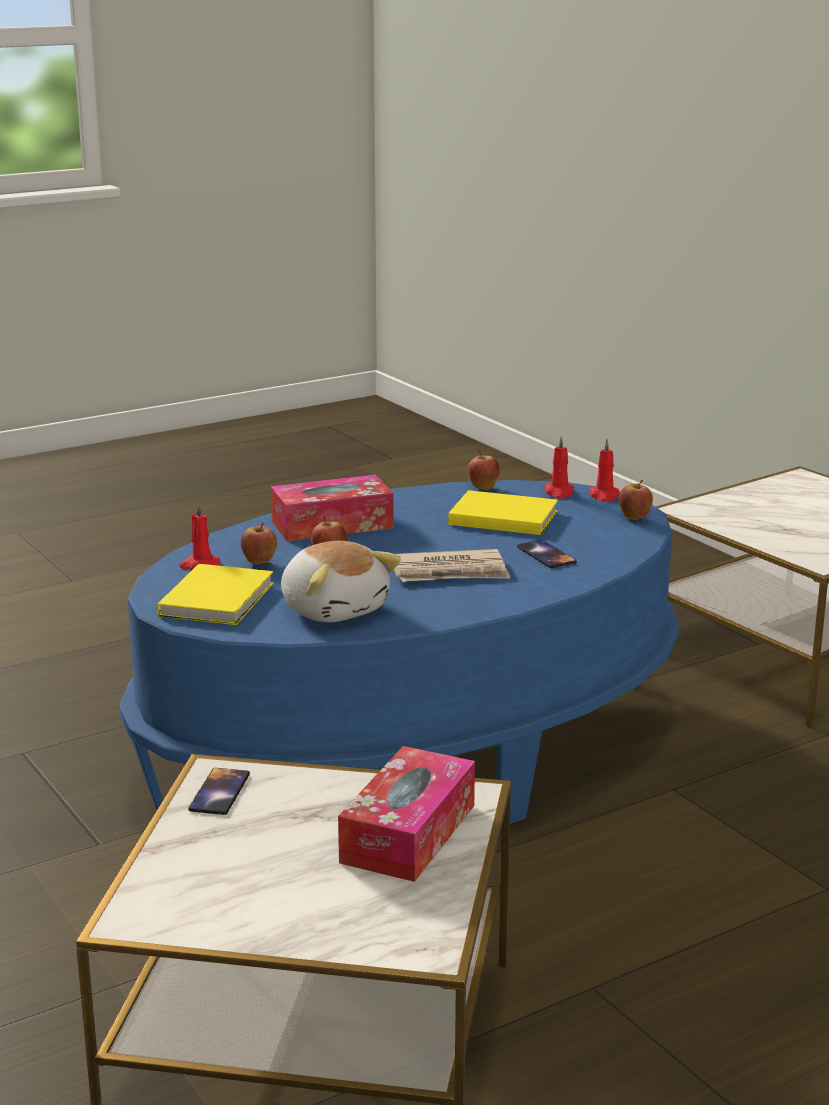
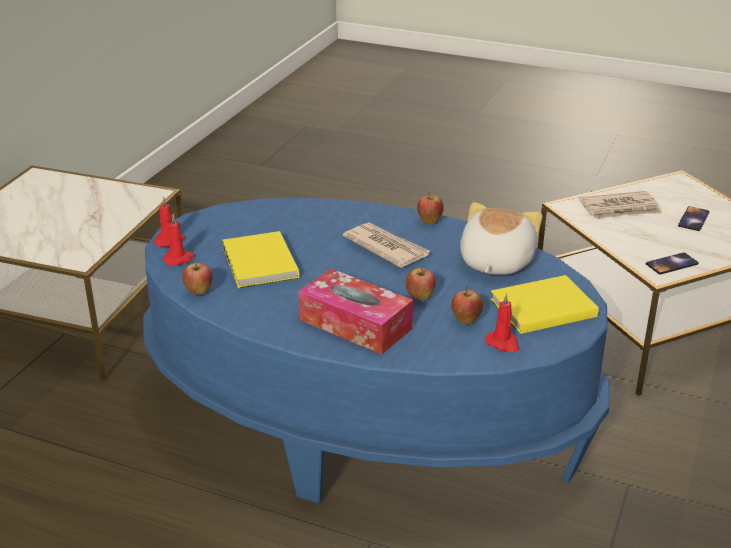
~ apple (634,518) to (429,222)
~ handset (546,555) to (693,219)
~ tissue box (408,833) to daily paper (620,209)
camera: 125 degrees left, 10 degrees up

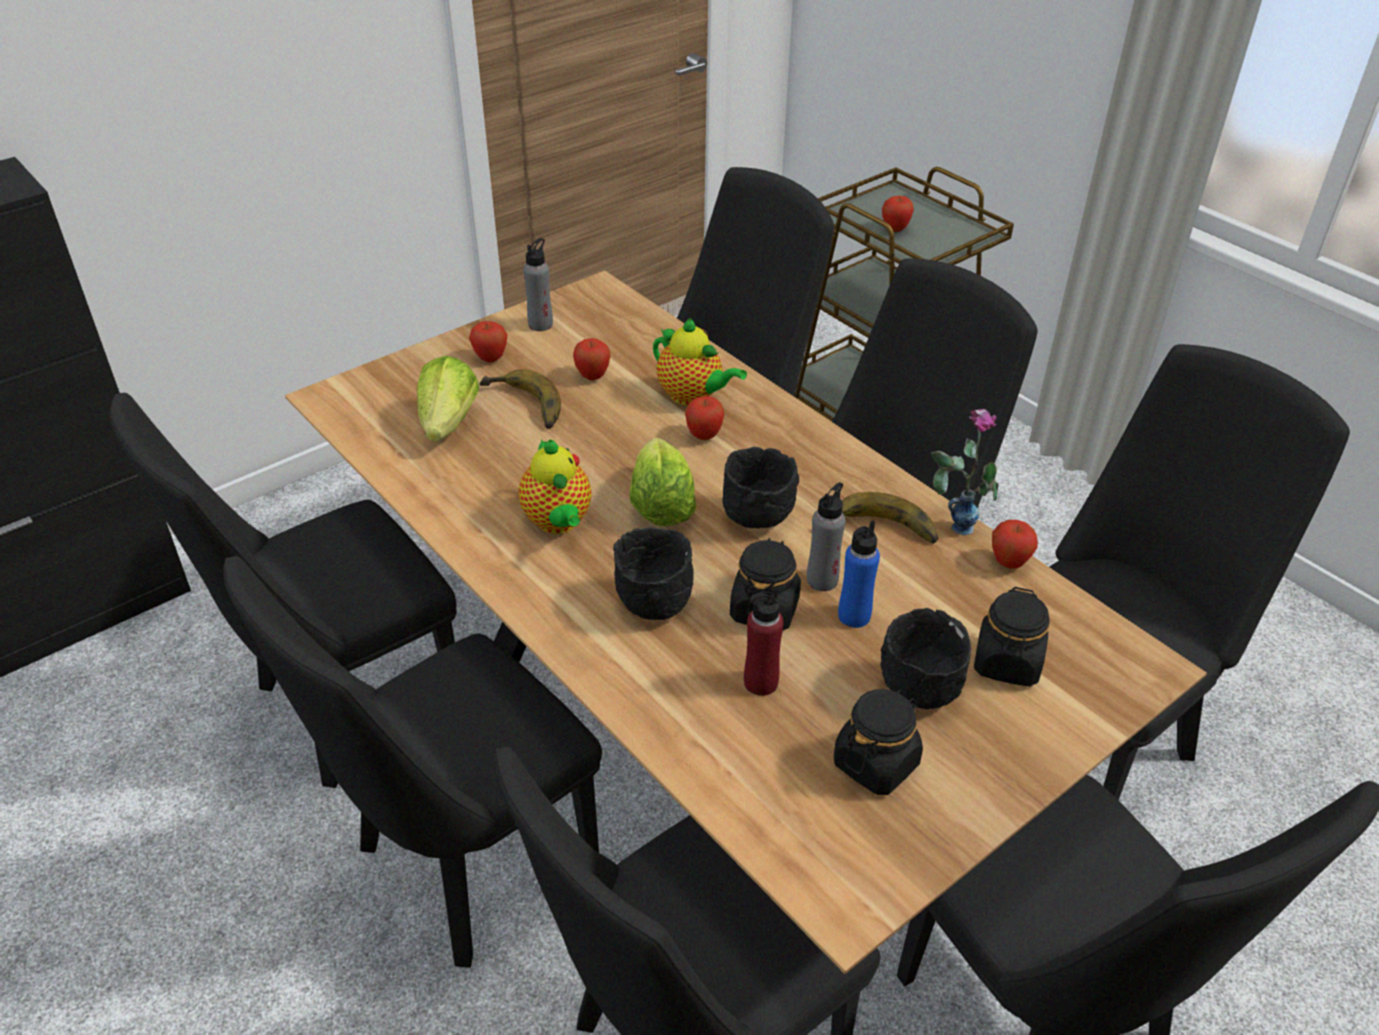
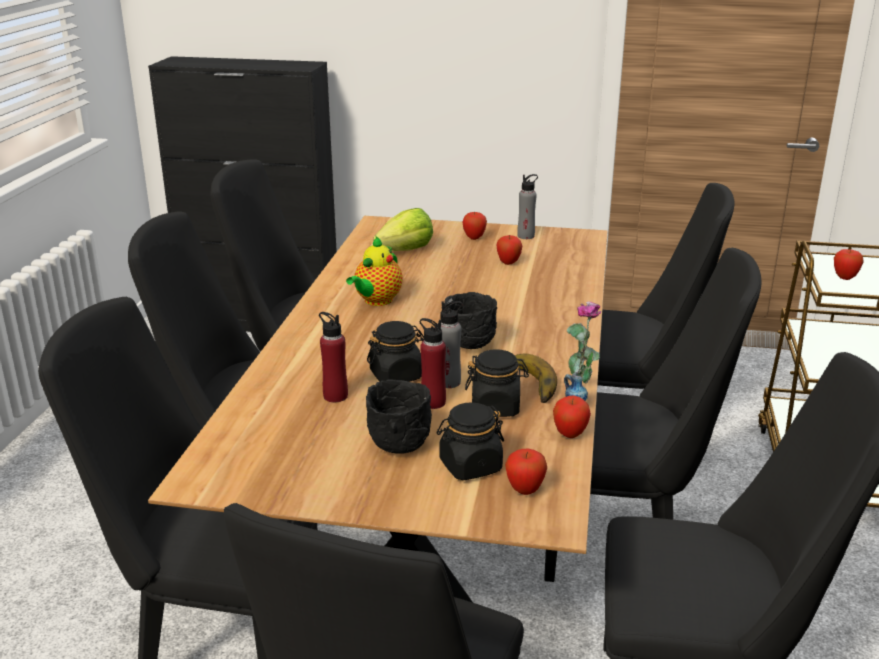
- pot for tea (693,397)
- banana fruit (521,407)
~ apple (704,436) to (525,490)
- lettuce head (661,505)
~ drink bottle/blue (854,616) to drink bottle/reddish (433,402)
- deep dish/blackish (655,603)
~ preserve jar/blackish (876,763) to (496,407)
camera: 50 degrees right, 15 degrees down

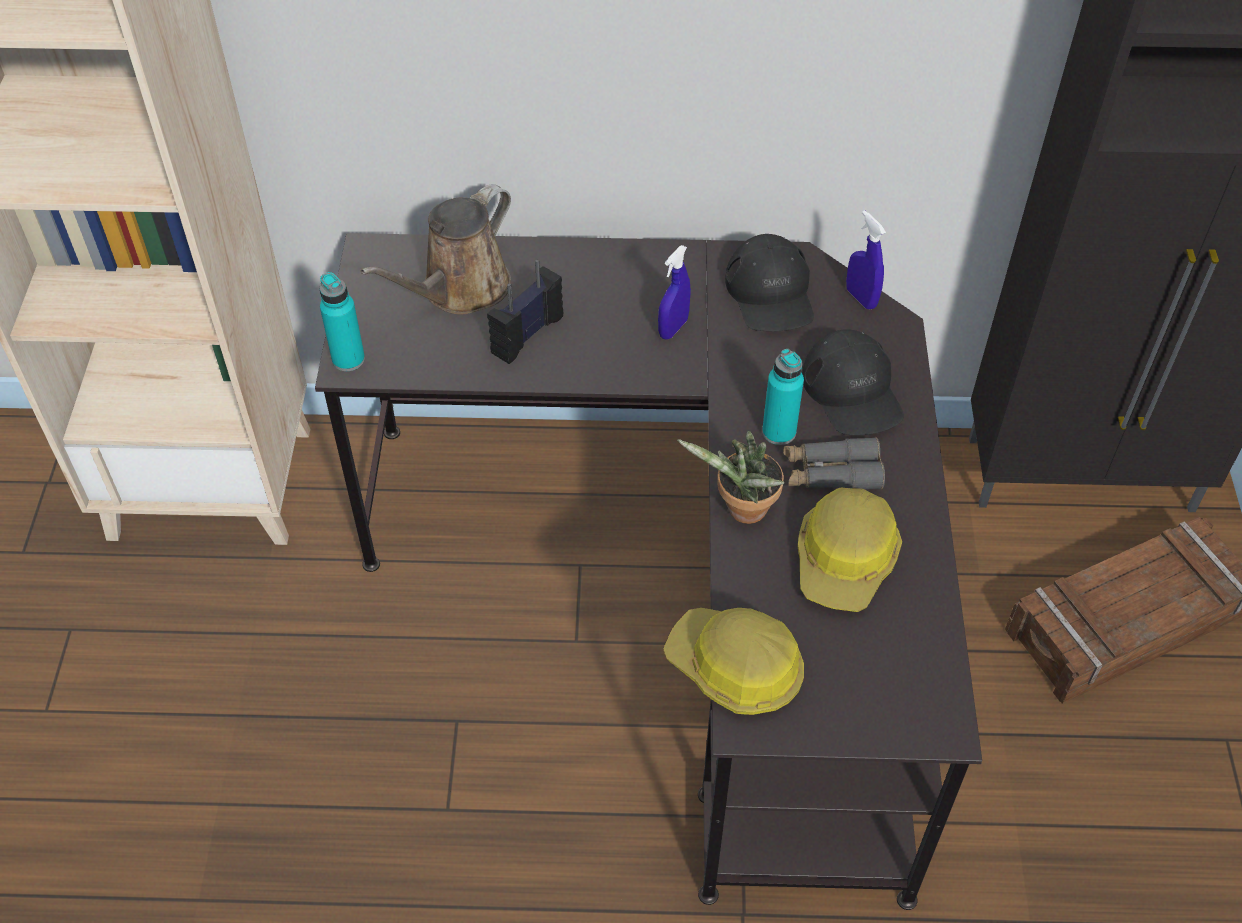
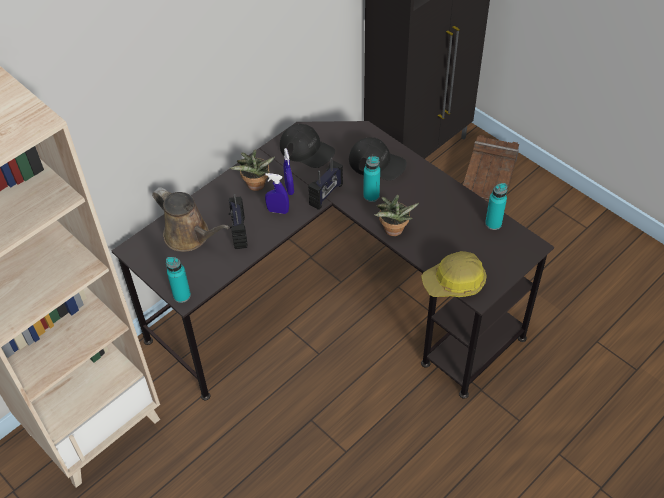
~ watering can/brown (459,290) = (190,236) 45 degrees counterclockwise
~ hand sprayer/blue (861,298) to (278,211)
- field glasses/grey (831,473)
- safety helmet (846,560)
+ plant in a pot (255,186)
+ radio (326,194)
+ drink bottle/turquoise-coloured (493,223)
camera: 45 degrees left, 0 degrees up

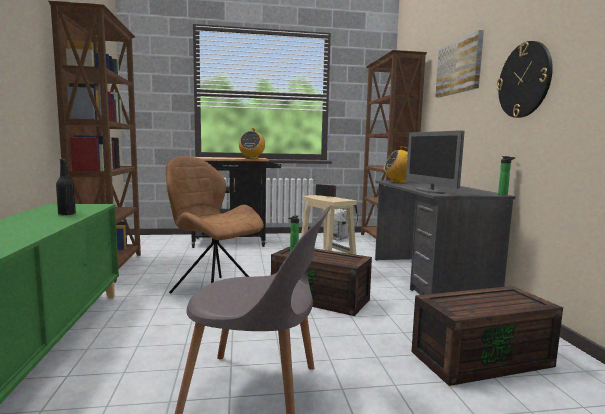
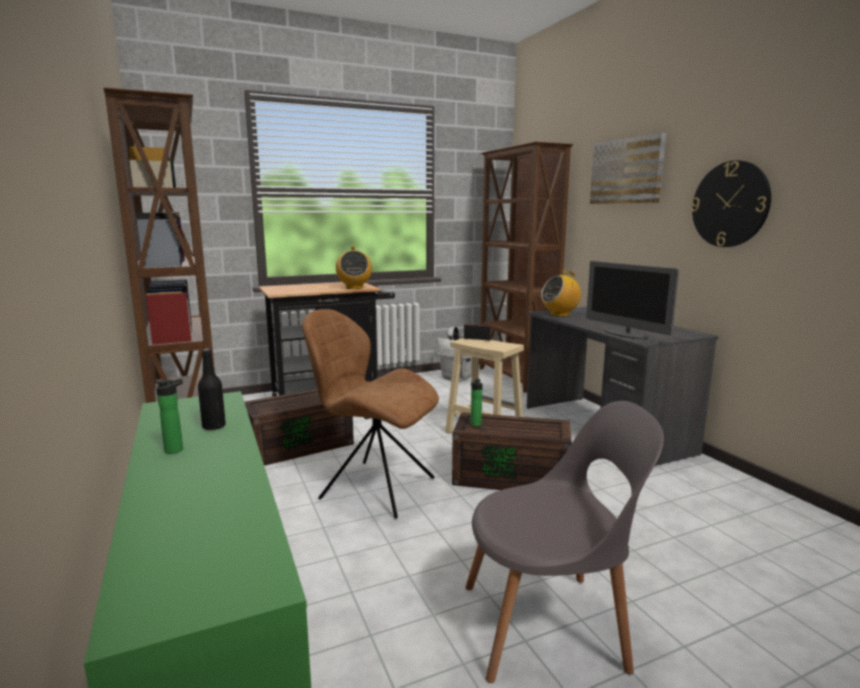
~ drink bottle (504,195) to (177,450)
~ storage bin/brown (481,358) to (300,445)
camera: 15 degrees left, 5 degrees up

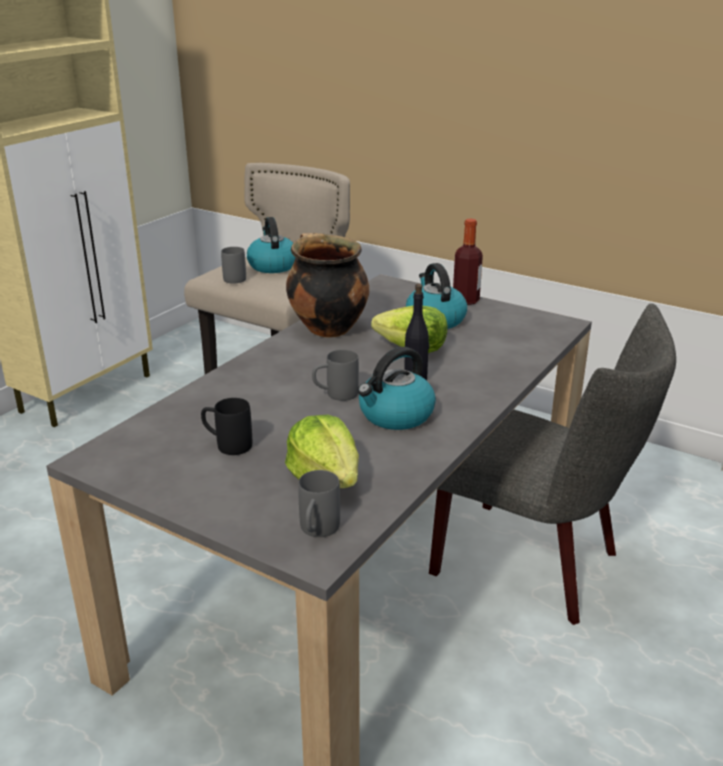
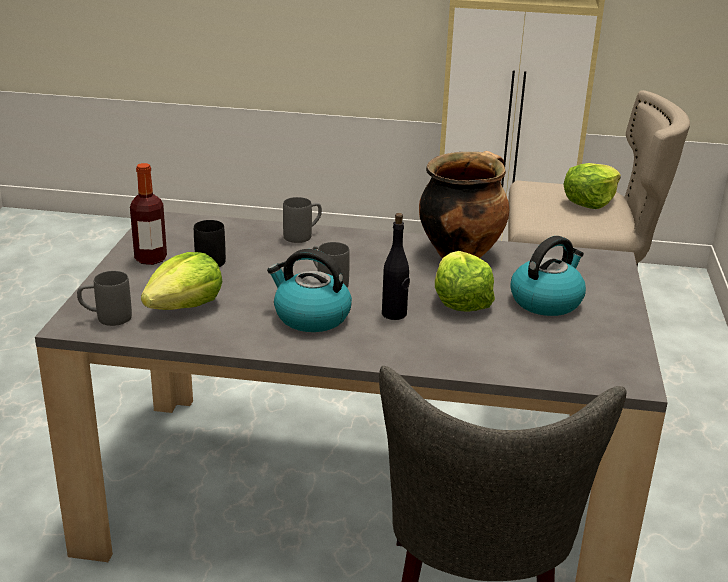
~ tea kettle (272,265) to lettuce head (589,201)
~ drink bottle (465,301) to (151,259)
~ coffee mug/grey (234,277) to (303,235)
camera: 65 degrees right, 0 degrees up

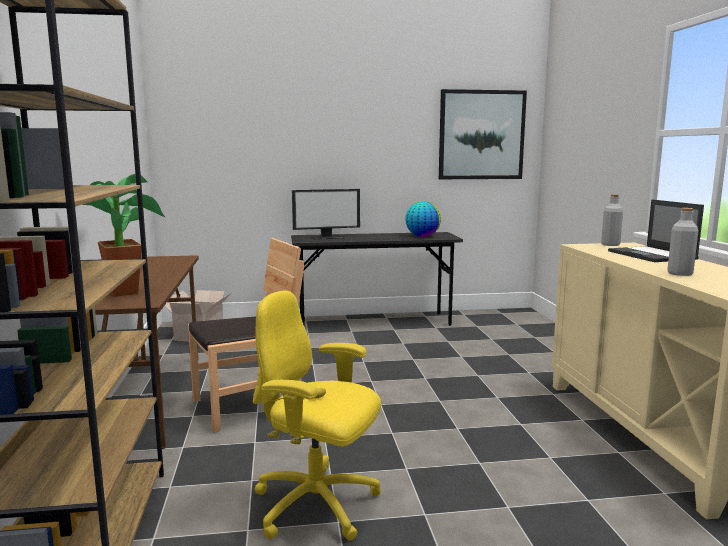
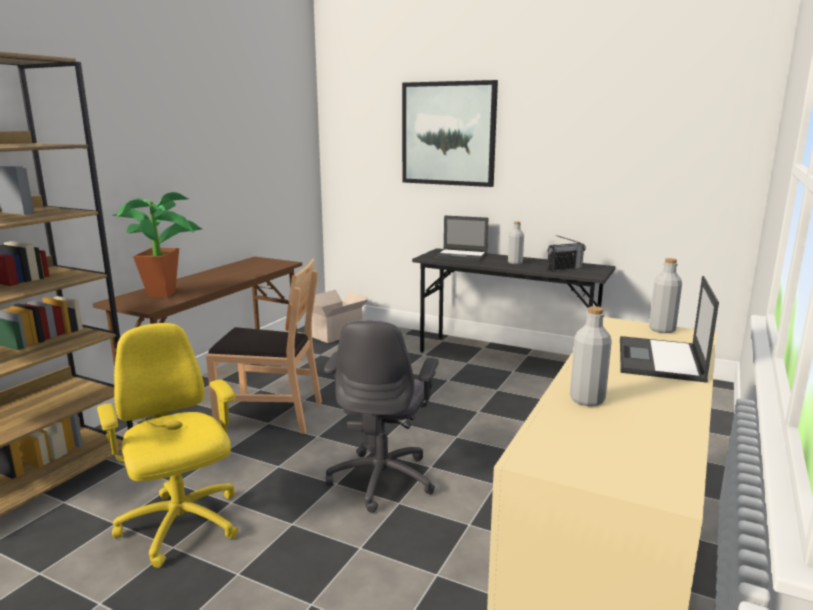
~ wall art (481,135) to (448,134)
~ computer display (327,237) to laptop (461,255)
~ world globe (422,236) to radio (564,269)
+ drink bottle/grey (515,263)
+ computer chair/grey (383,479)
camera: 35 degrees right, 5 degrees up

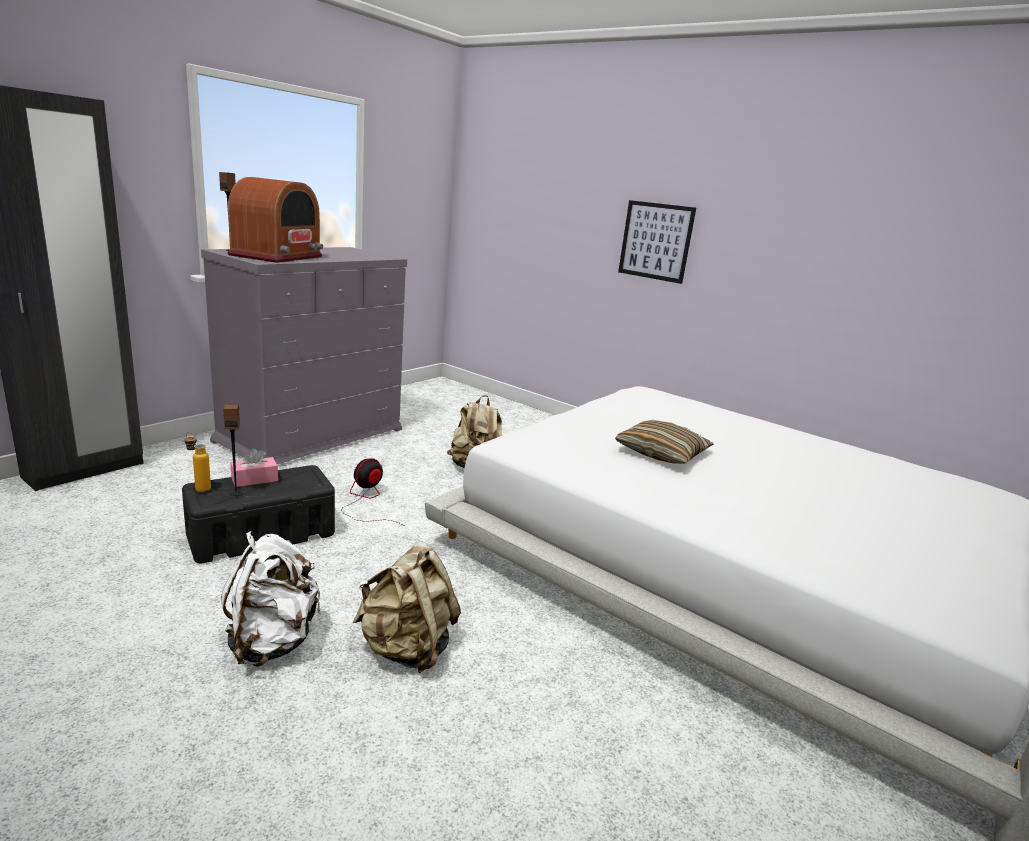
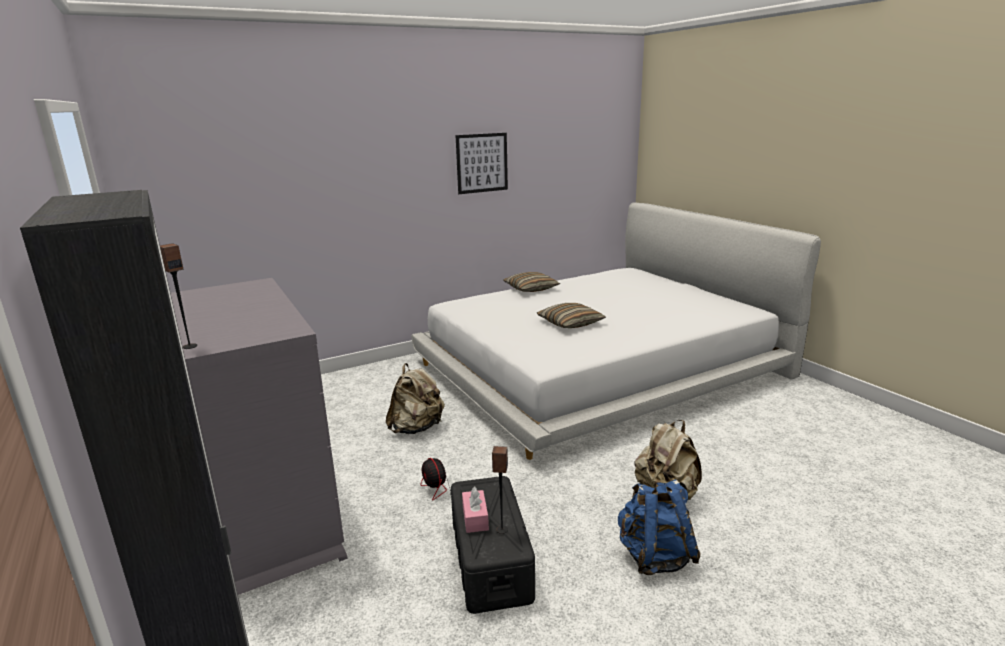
- radio (277,256)
~ wall art (655,241) to (482,163)
- drink bottle (199,487)
~ backpack/white (272,641) to backpack/blue (654,557)
+ pillow (531,289)
camera: 65 degrees left, 0 degrees up

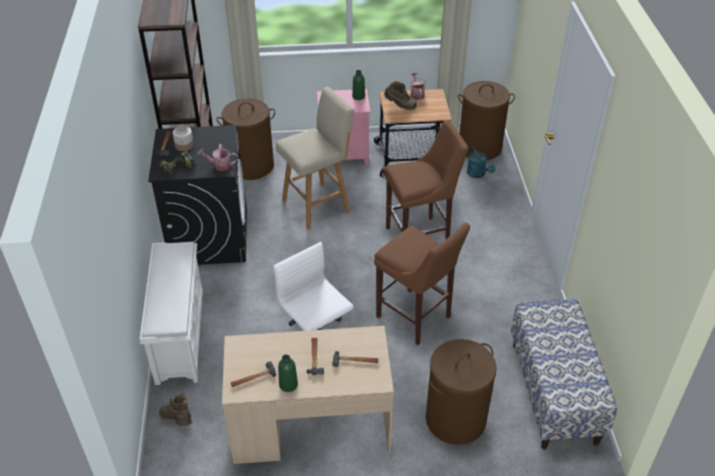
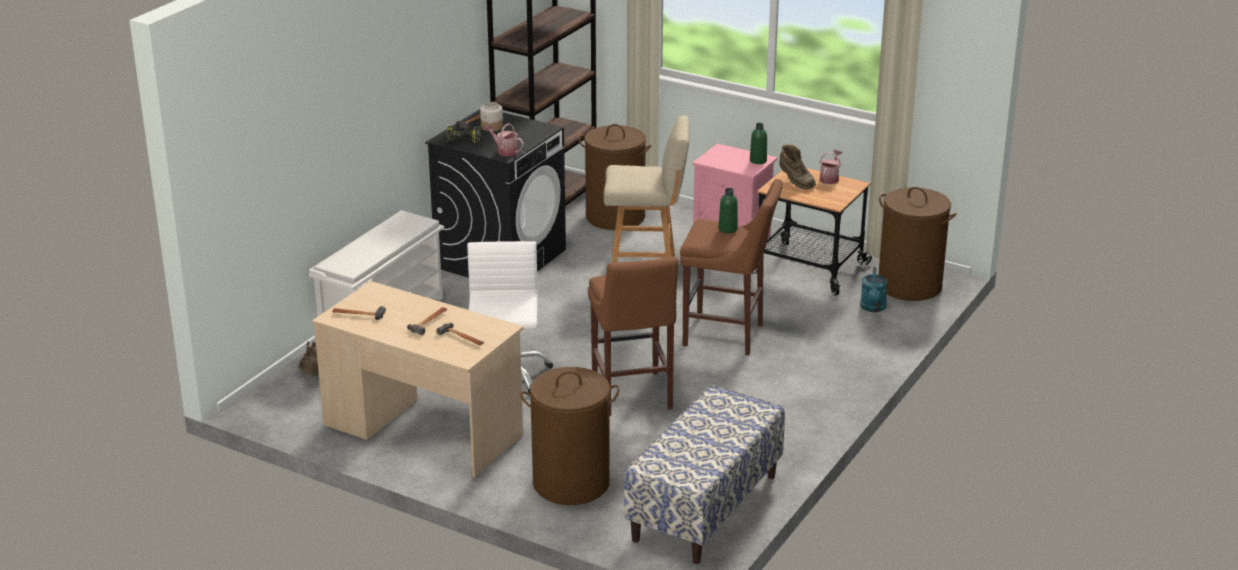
~ drink bottle/green (288,384) to (728,229)
camera: 35 degrees right, 15 degrees down

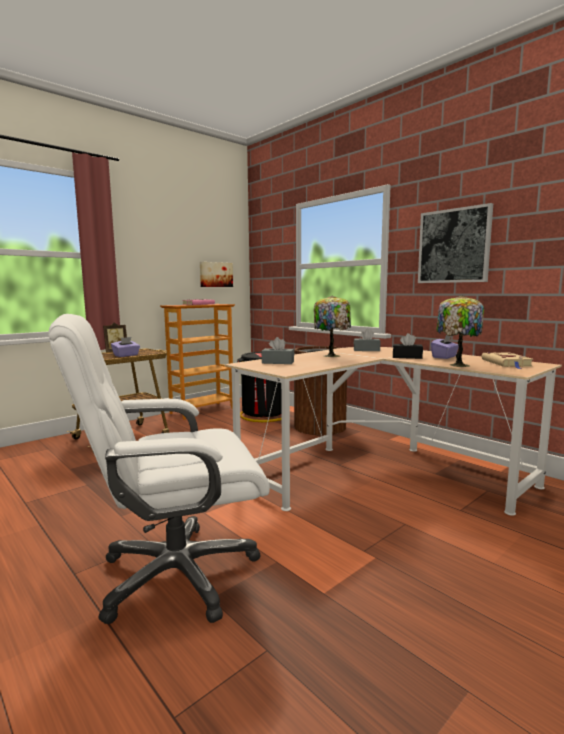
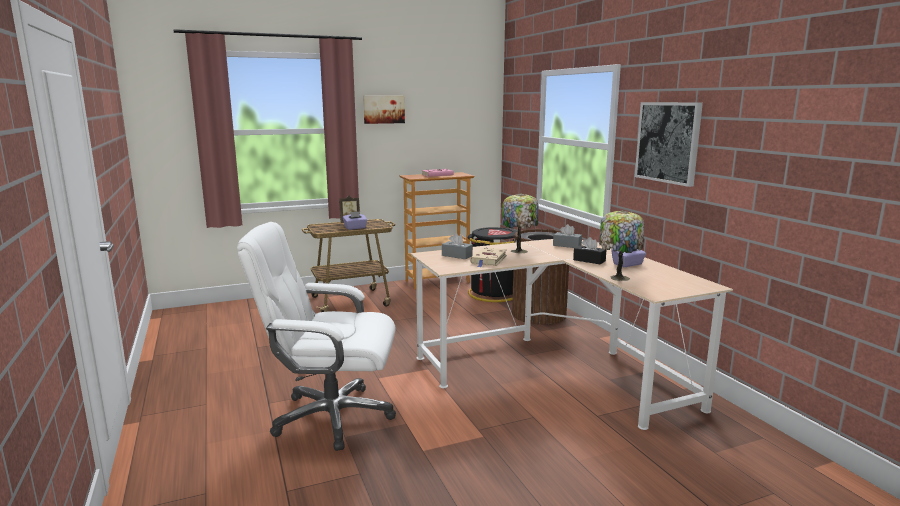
~ wall art (215,274) to (383,109)
~ book/sand-coloured (507,363) to (489,260)
camera: 20 degrees right, 5 degrees up

